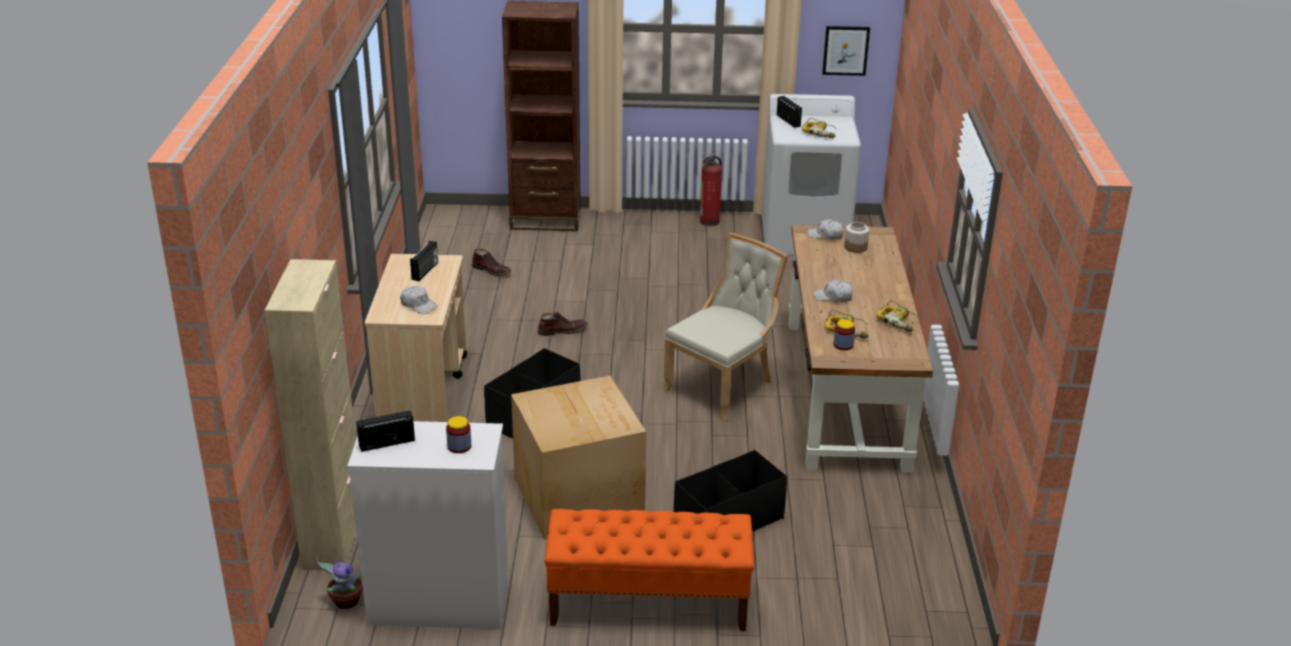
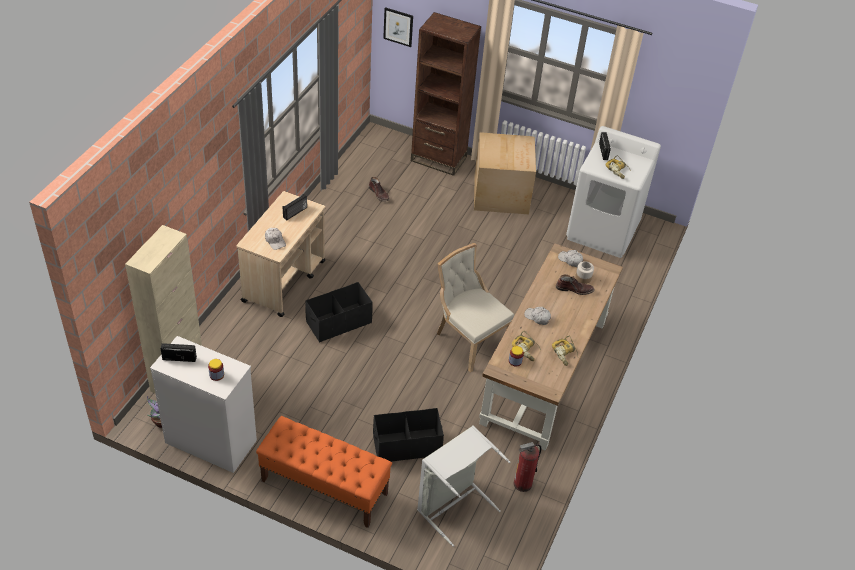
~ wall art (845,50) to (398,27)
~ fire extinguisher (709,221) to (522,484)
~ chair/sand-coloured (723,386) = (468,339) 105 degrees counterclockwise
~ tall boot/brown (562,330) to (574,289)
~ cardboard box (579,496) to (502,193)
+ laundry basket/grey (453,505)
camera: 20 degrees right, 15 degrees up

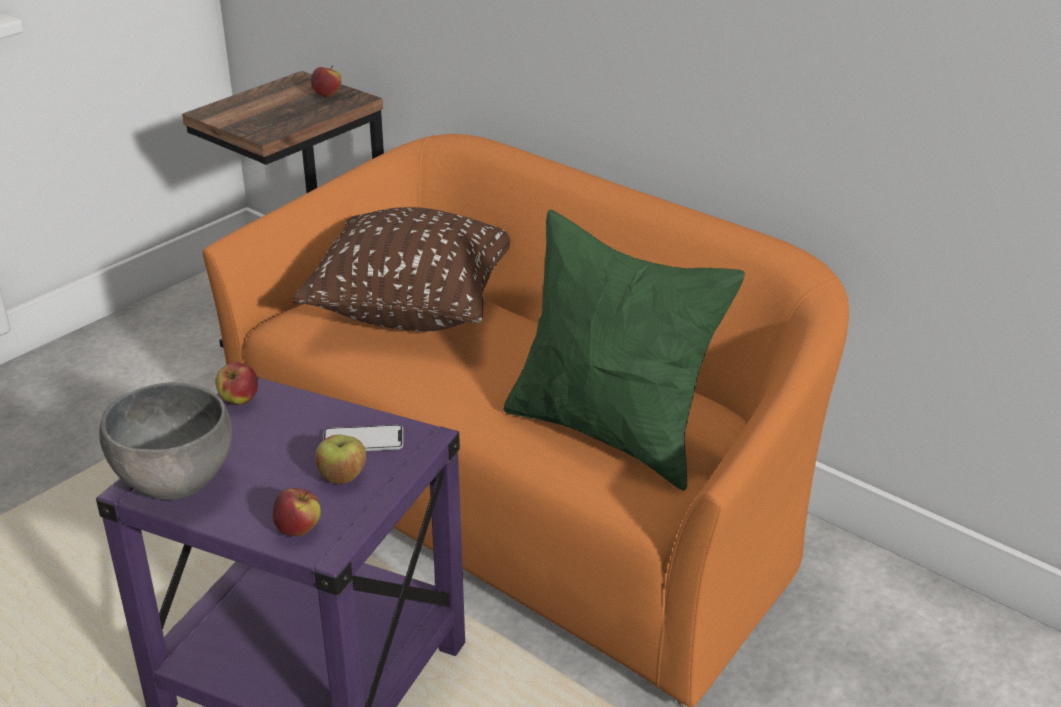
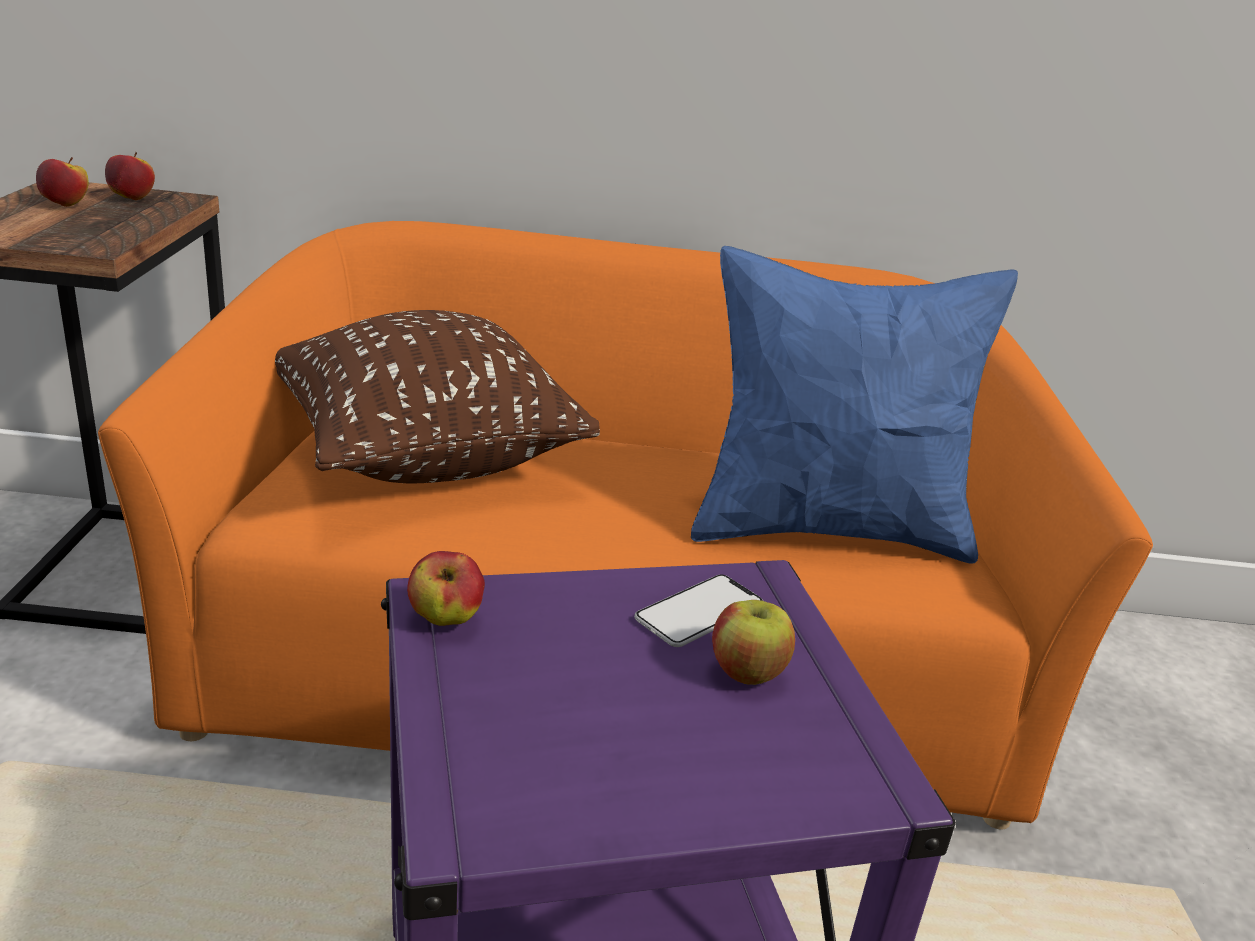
~ pillow/green (611,433) to pillow/blue (827,528)
- deep dish/grey (176,482)
~ apple (299,530) to (66,205)
camera: 40 degrees left, 5 degrees down

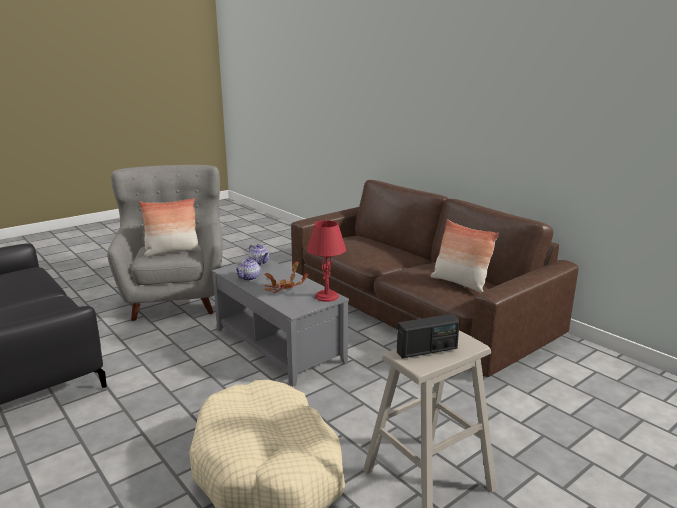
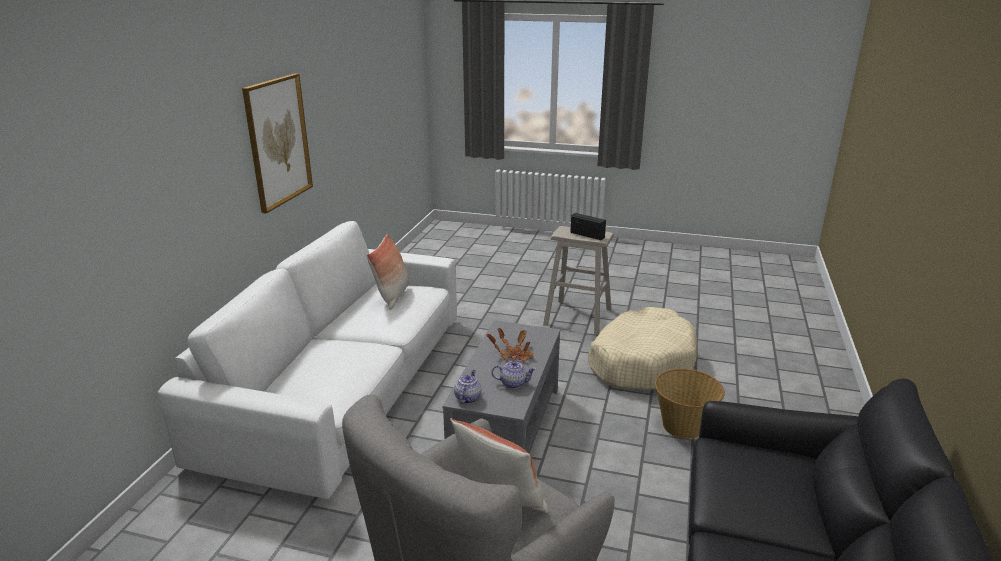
~ settee/brown (414,306) to settee/white (343,384)
- table lamp/reddish (327,296)
+ wall art (278,141)
+ storage basket (683,426)
camera: 125 degrees left, 5 degrees up

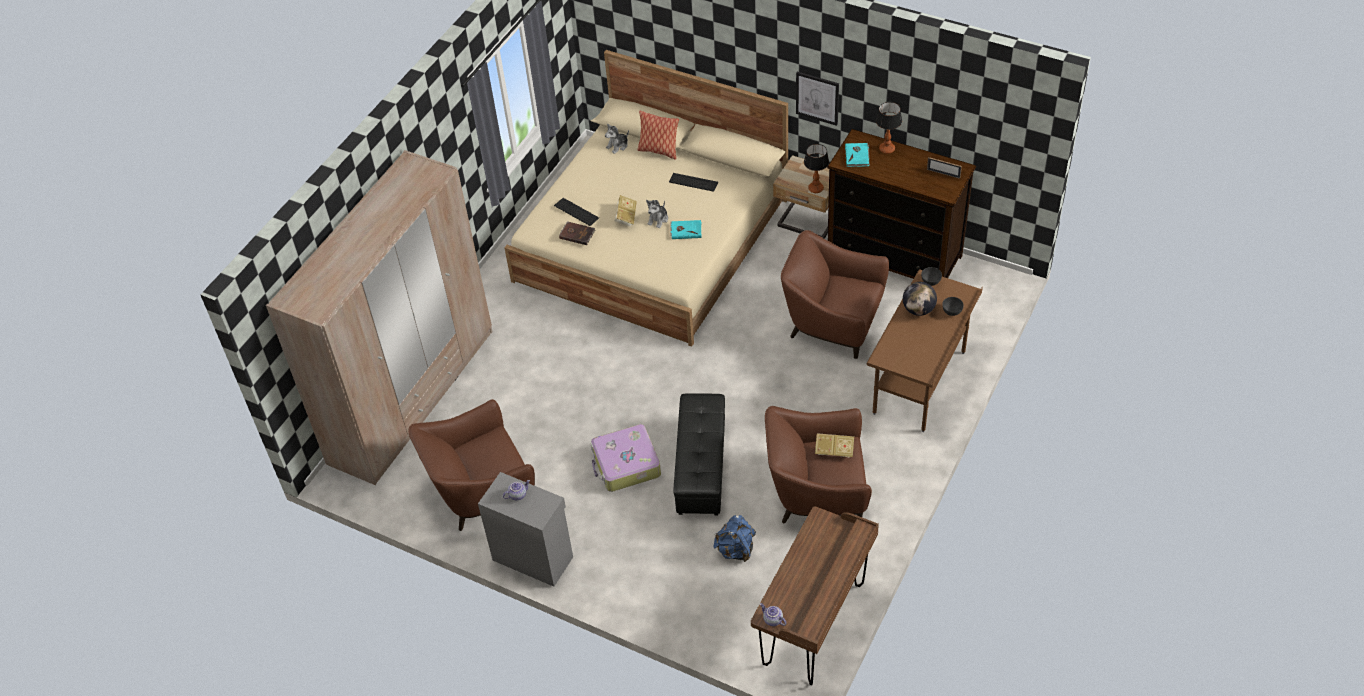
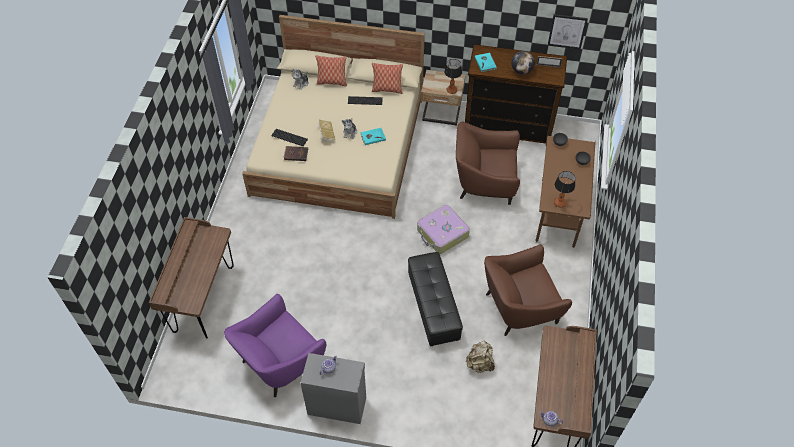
~ wall art (817,98) to (567,31)
~ table lamp (887,149) to (560,203)
~ wardrobe/sand-coloured (413,396) to desk unit/brown (203,299)
~ world globe (918,310) to (521,71)
~ armchair/brown (481,491) to armchair/purple (280,362)
~ piece of luggage (626,464) to (442,234)
- book (834,451)
~ backpack/blue (735,549) to backpack/sand-coloured (480,363)
+ pillow (387,89)
camera: 20 degrees left, 5 degrees up

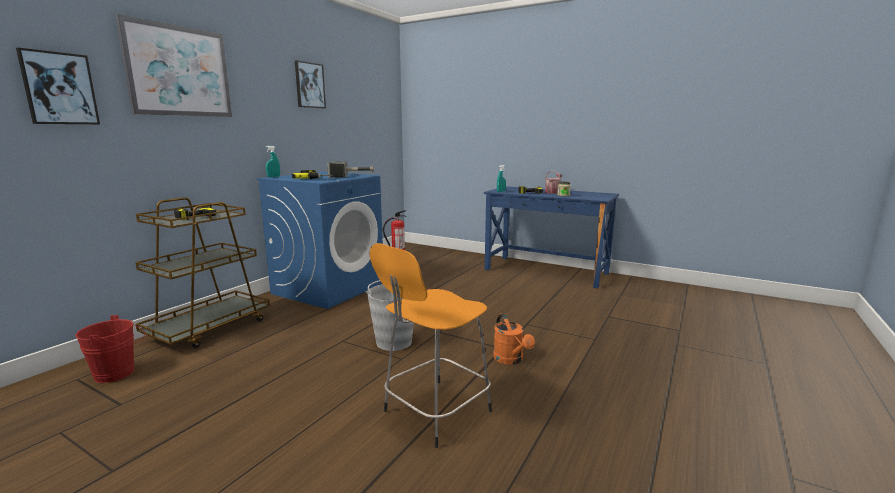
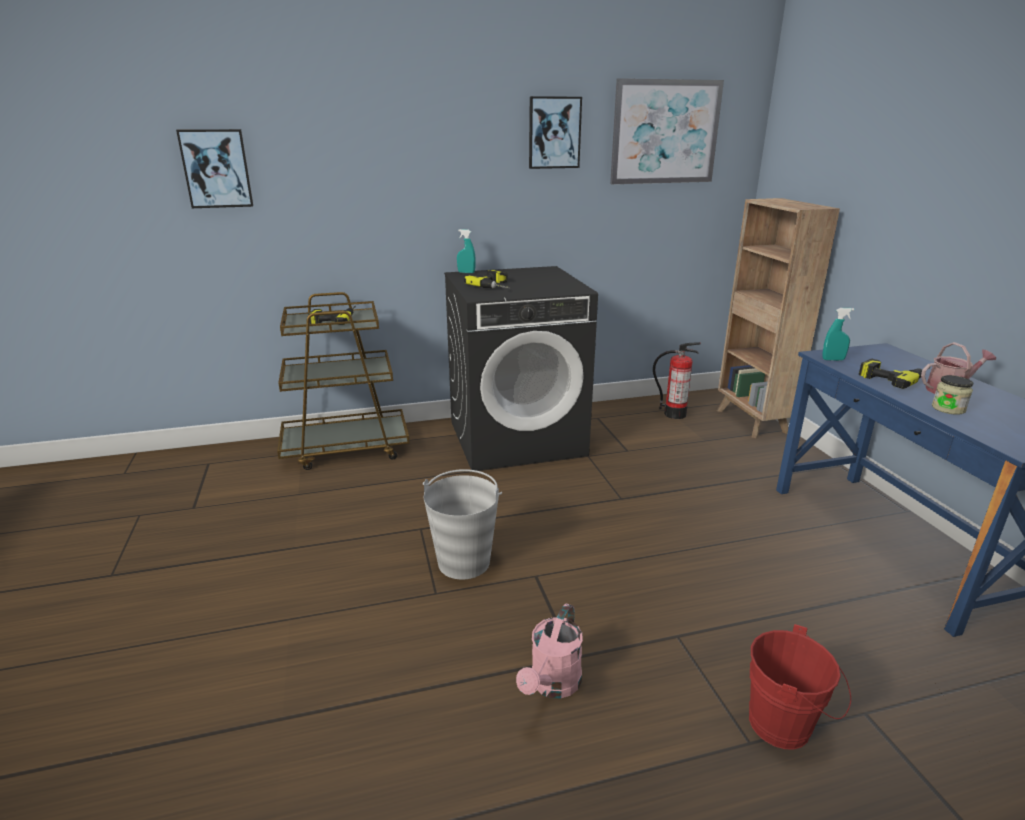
~ wall art (179,71) to (665,132)
- tool hammer (351,176)
~ laundry appliance/blue (329,288) to laundry appliance/blackish (517,438)
- stool seat/orange-coloured (434,412)
~ watering can/orange-coloured (511,360) to watering can/pinkish (552,685)
~ bucket/reddish (119,373) to (786,727)
+ bookshelf/brown (752,422)
camera: 45 degrees right, 10 degrees up

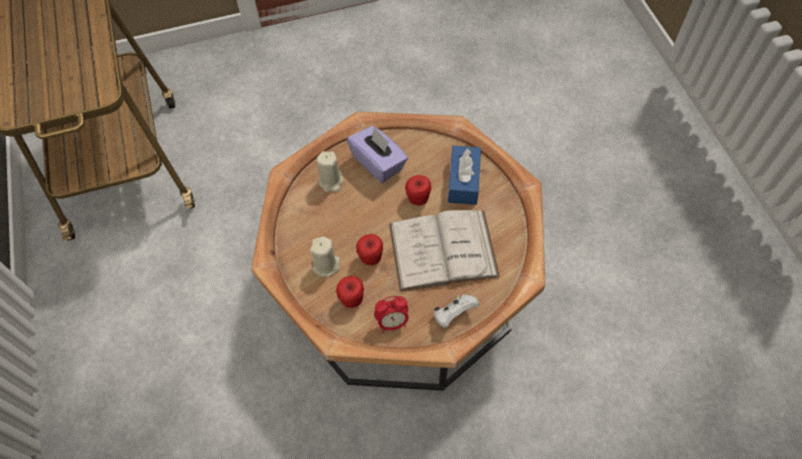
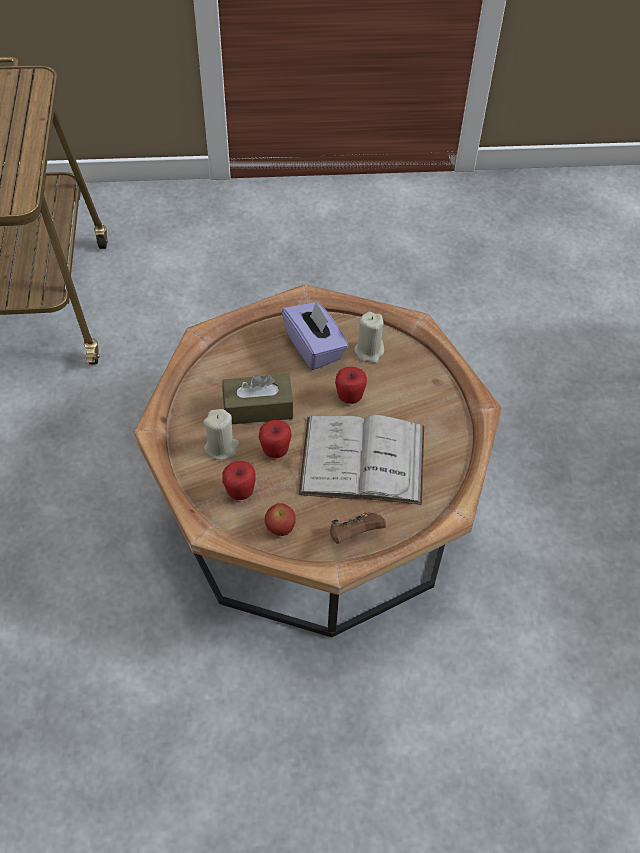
- tissue box/blue (463,181)
~ wax light/sand-coloured (331,181) to (369,351)
~ joypad/white (453,314) to joypad/brown (354,534)
~ bedside clock (392,322) to apple (280,527)
+ tissue box/brown (258,408)
camera: 10 degrees right, 5 degrees down

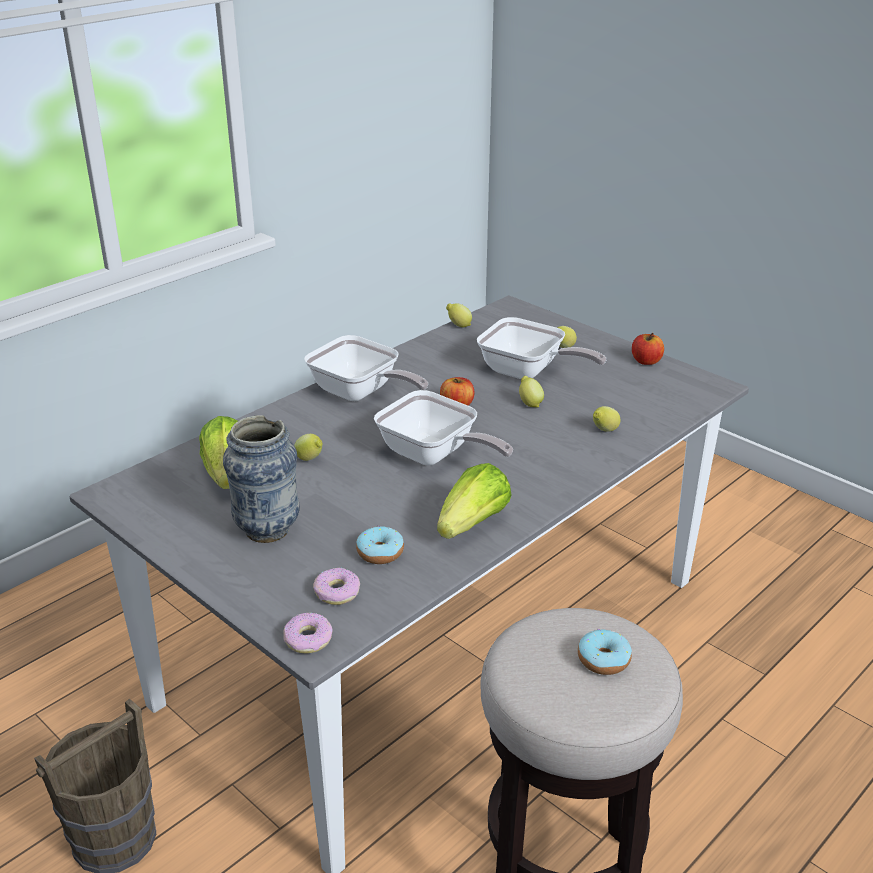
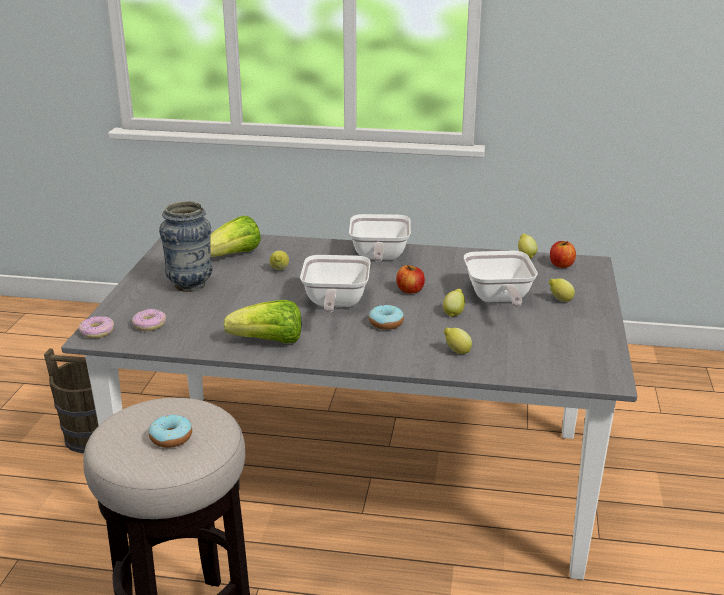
~ apple (646,361) to (561,265)
~ doughnut (380,553) to (386,323)
camera: 55 degrees right, 5 degrees down

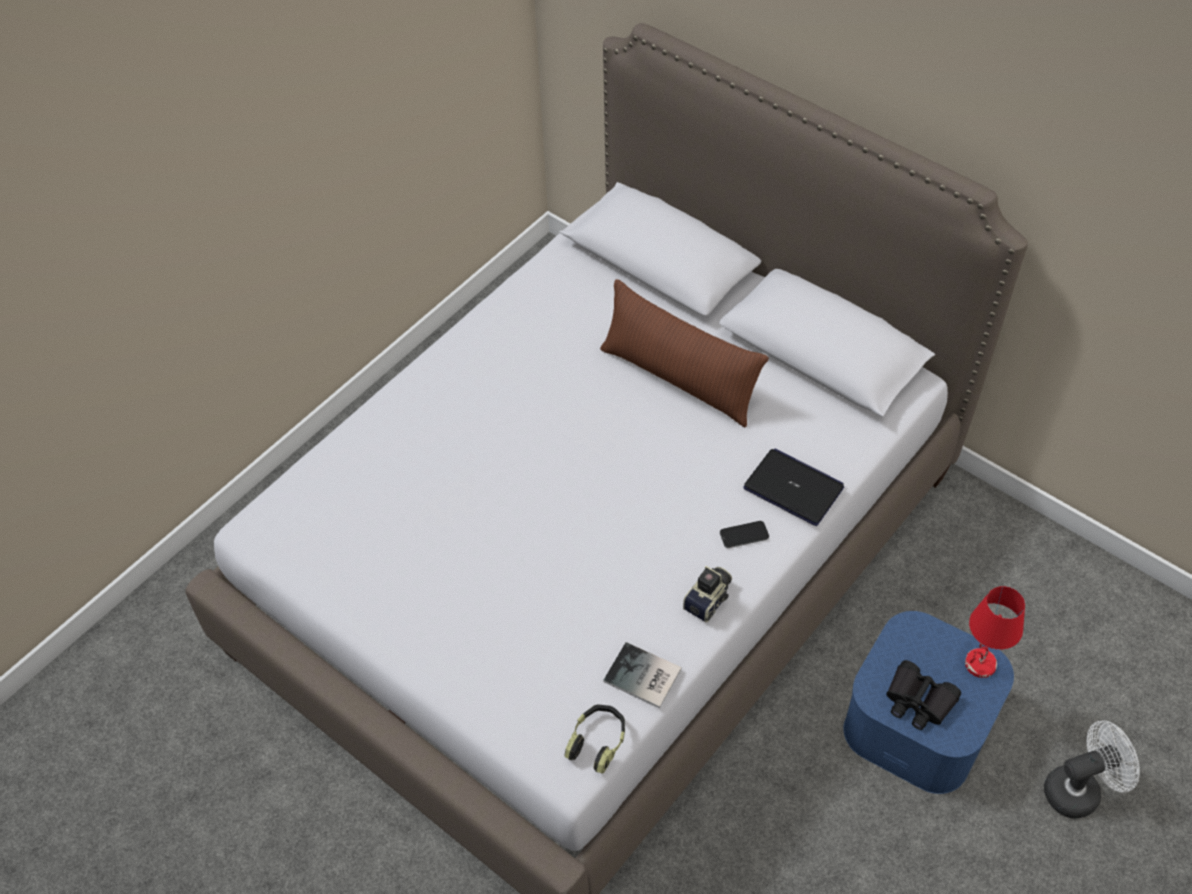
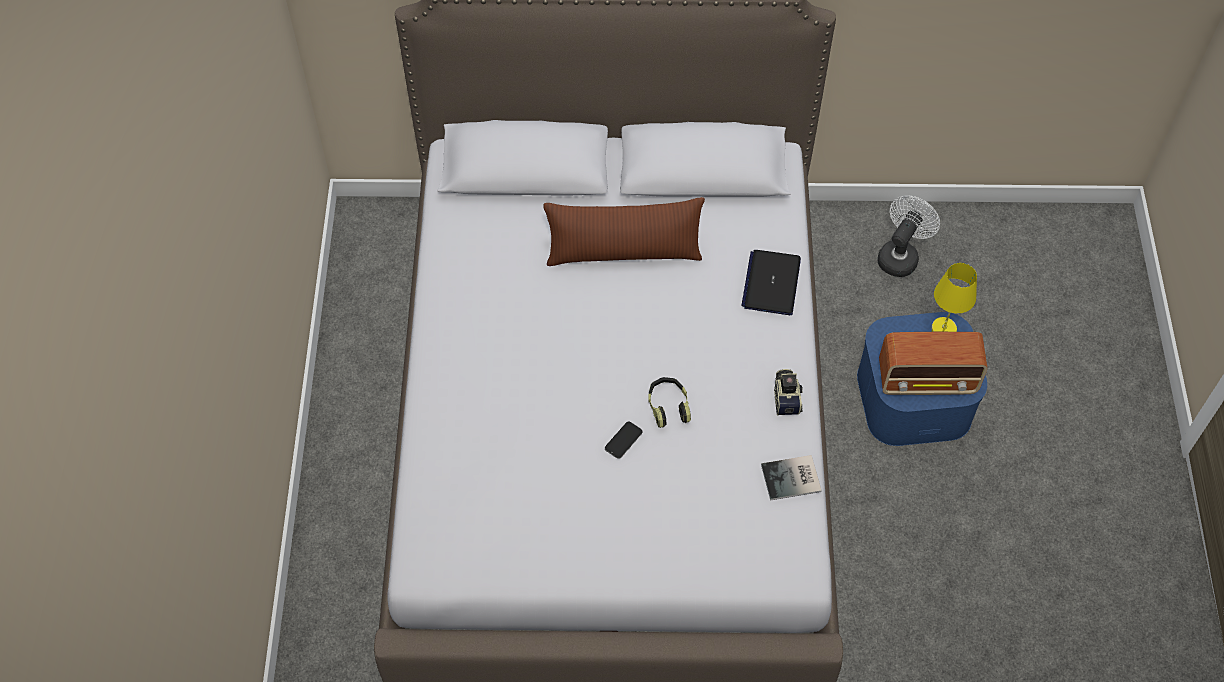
~ laptop (794,488) = (771,283) 75 degrees counterclockwise
~ handset (744,535) to (623,440)
~ table lamp/reddish (980,664) to table lamp/yellow (944,330)
~ field glasses/blackish (918,701) to radio (928,380)
~ headphones (597,742) to (668,406)
~ electric fan/white (1079,790) to (900,255)
camera: 40 degrees left, 5 degrees up

